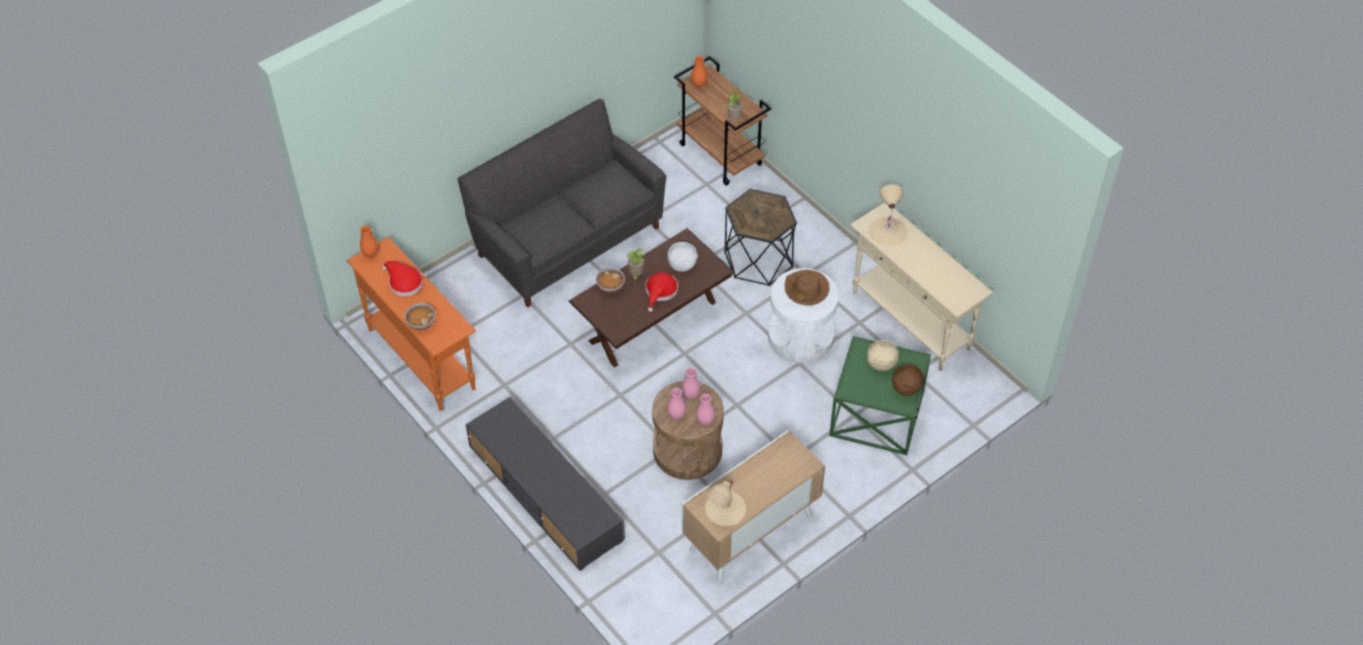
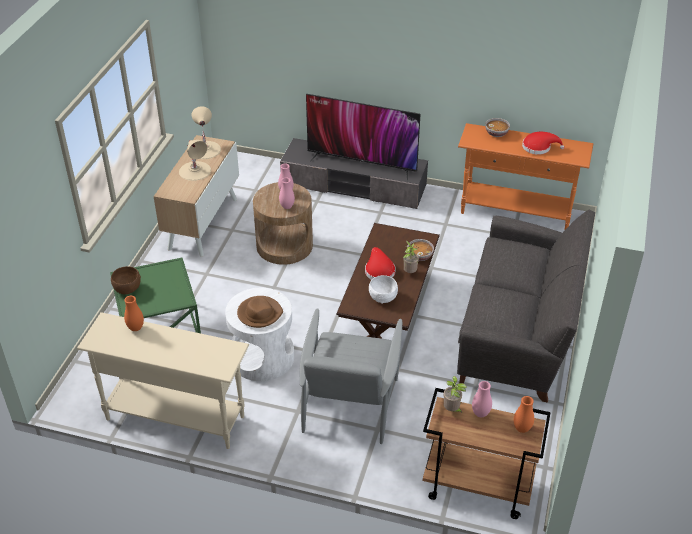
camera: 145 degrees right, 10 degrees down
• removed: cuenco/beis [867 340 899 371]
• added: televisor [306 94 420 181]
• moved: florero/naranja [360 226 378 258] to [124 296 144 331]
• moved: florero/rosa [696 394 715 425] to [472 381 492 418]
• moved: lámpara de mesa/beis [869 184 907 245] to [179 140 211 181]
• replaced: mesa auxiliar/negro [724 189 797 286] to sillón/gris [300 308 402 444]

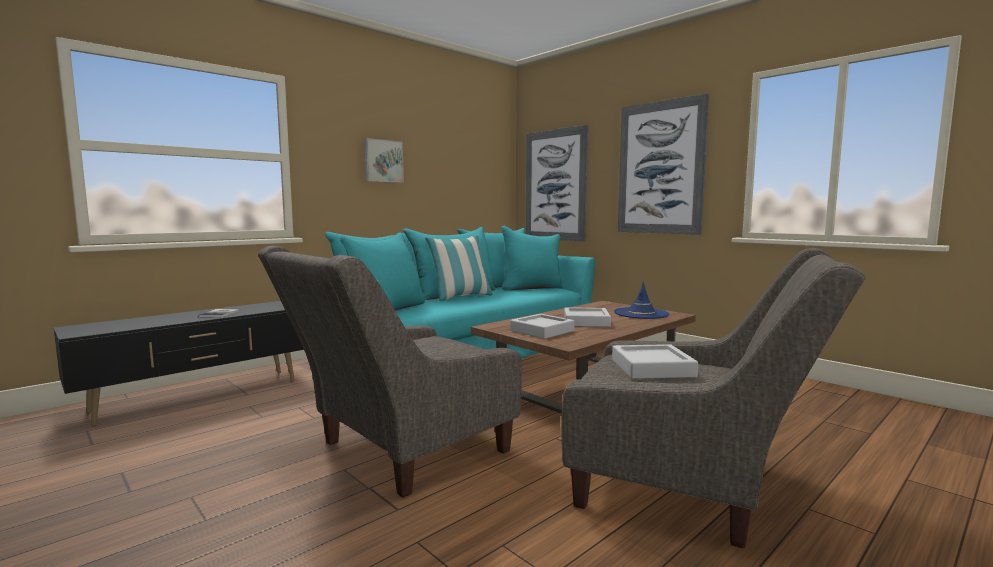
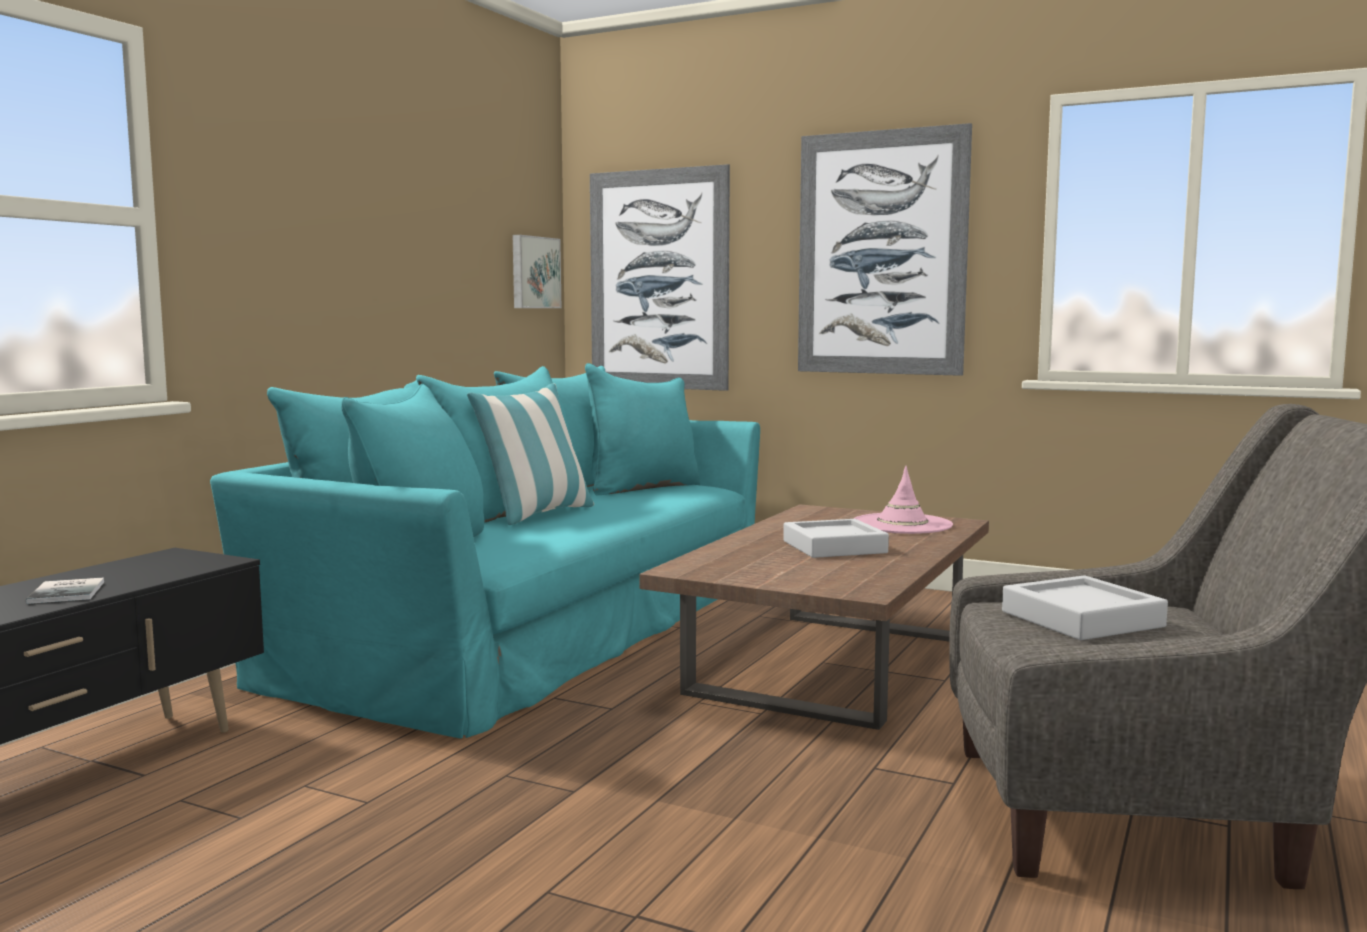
camera: 20 degrees left, 0 degrees up
• removed: sillón/gris [258 246 522 498]
• removed: bandeja/gris [510 314 575 339]
• moved: cuadro [364 138 404 183] to [513 235 561 308]
• recoloured: sombrero/azul [614 282 669 319] to sombrero/rosa [853 466 953 534]

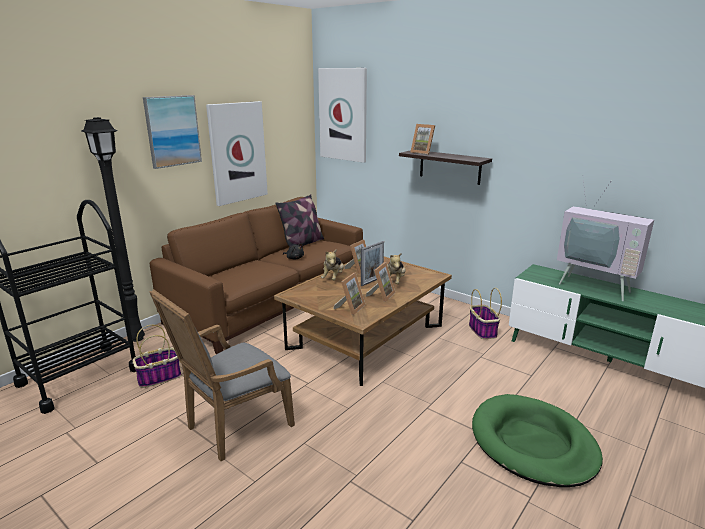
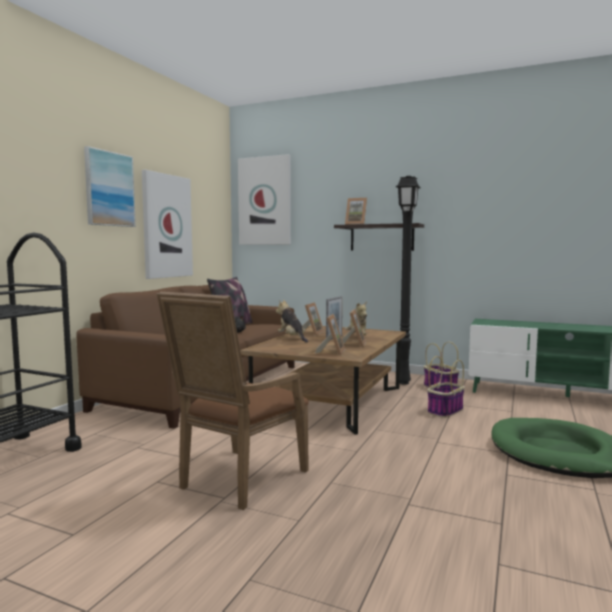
camera: 15 degrees left, 15 degrees down
• removed: televisor [557 180 654 301]
• moved: lámpara de pie/negro [82 117 145 342] to [395 176 421 385]
• moved: cesta [133 325 181 388] to [427 356 465 418]
• recoloured: sillón/gris [149 289 295 461] to sillón/marrón [157 292 309 510]
• turned: peluche [321 249 344 280] = [276 300 308 343] 150 degrees clockwise

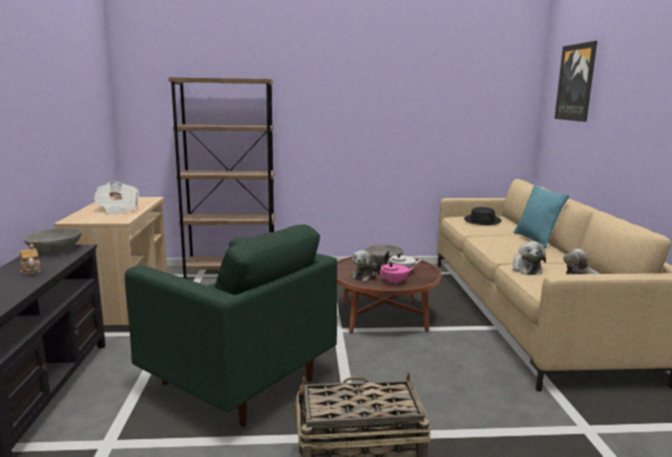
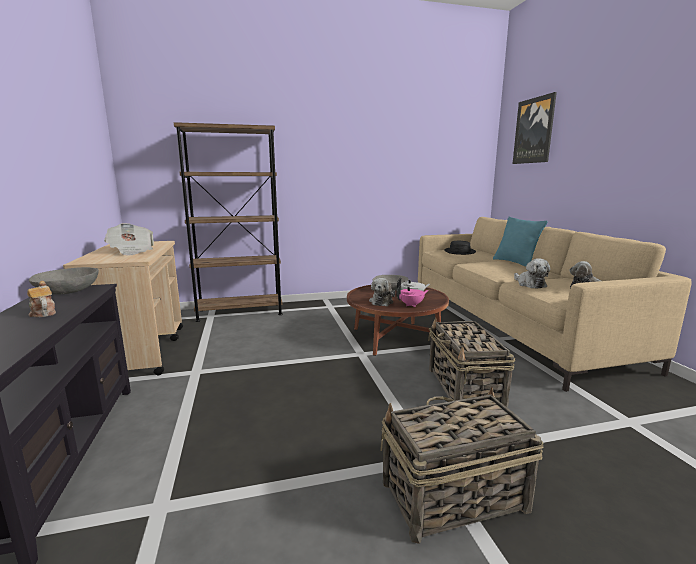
camera: 10 degrees left, 0 degrees up
• removed: sillón/verde [125 224 337 427]
• added: cesta [428 317 515 408]

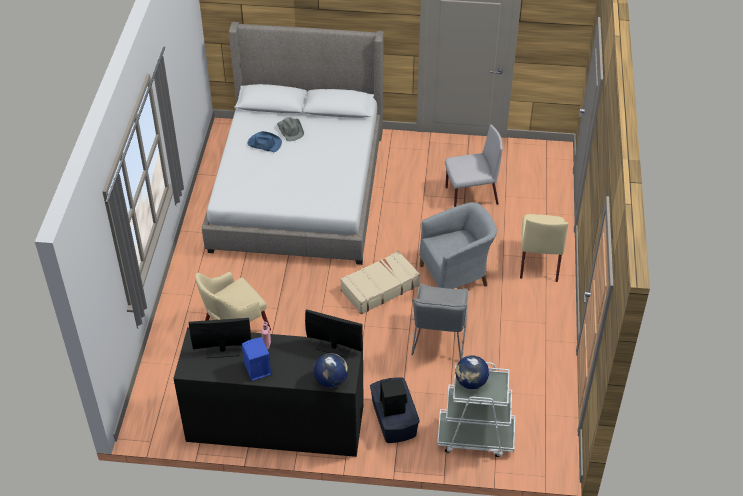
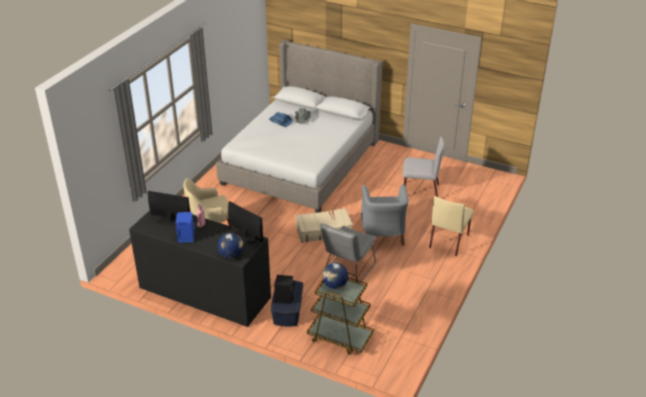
camera: 20 degrees right, 10 degrees down
• recoloured: carrito/blanco [437 362 515 457] to carrito/marrón [307 273 374 355]
• turned: sillón/gris [419 202 497 289] = [361 184 409 246] 90 degrees clockwise

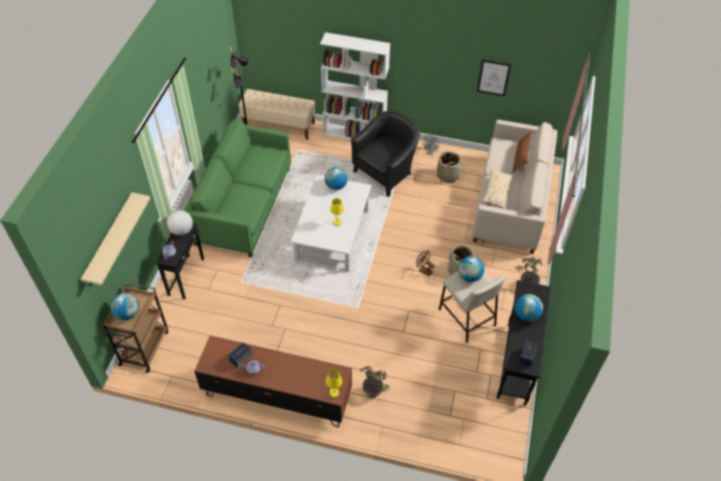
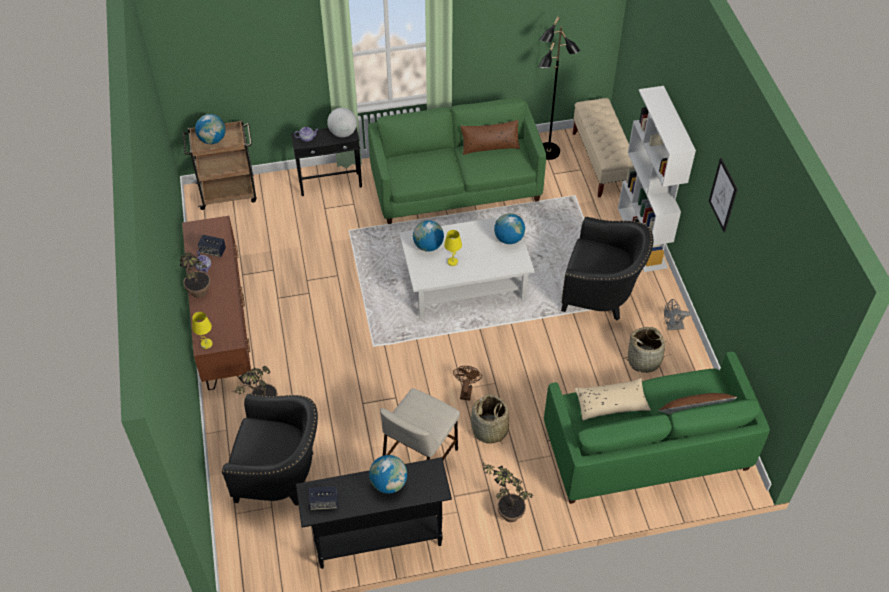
camera: 65 degrees right, 0 degrees up
• removed: estante/beis [81 192 150 286]
• added: planta en maceta [180 253 210 298]
• added: sillón/negro [222 393 318 506]
• added: cojín/marrón [461 120 520 155]
• moved: globo terráqueo [458 256 484 282] to [413 220 444 252]
• moved: cuadro [477 59 511 96] to [709 158 738 232]
• recoloured: sofá/beis [472 120 557 254] to sofá/verde [544 352 770 504]

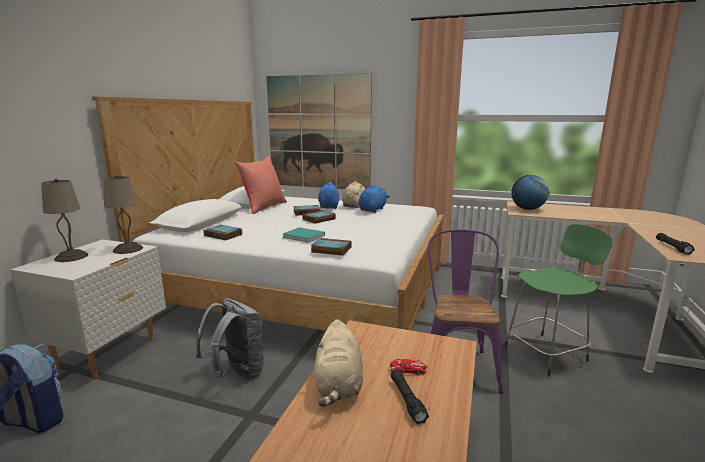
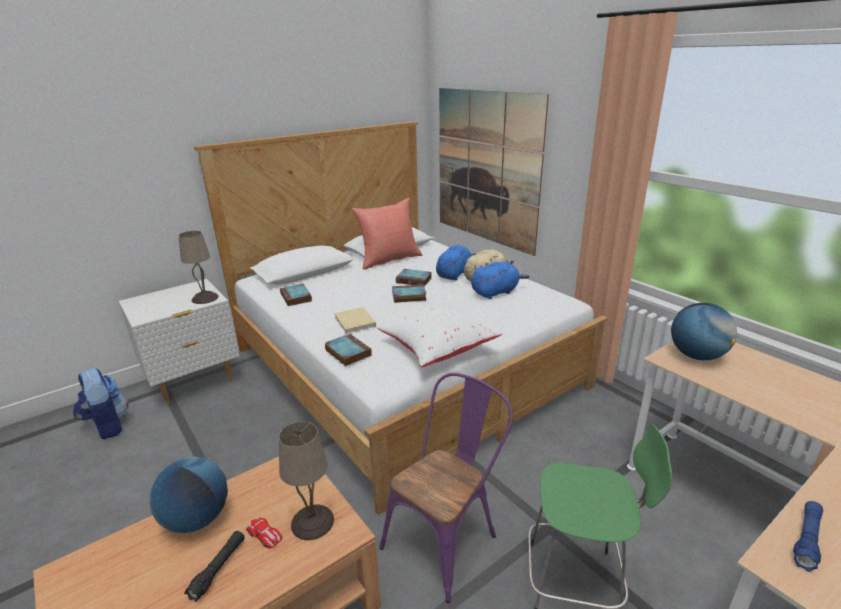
camera: 35 degrees right, 10 degrees up
• removed: mochila/gris [196 298 264 380]
• added: cojín/blanco [377 303 502 367]
• moved: lámpara de mesa/beis [41 179 88 262] to [279 421 334 540]
• replaced: peluche/beis [314 319 363 407] to globo terráqueo [149 457 228 533]
• recoloured: libro/turquesa [283 227 325 243] to libro/beis [334 307 376 334]
• recoloured: linterna/negro [656 233 695 254] to linterna/azul [793 501 823 572]

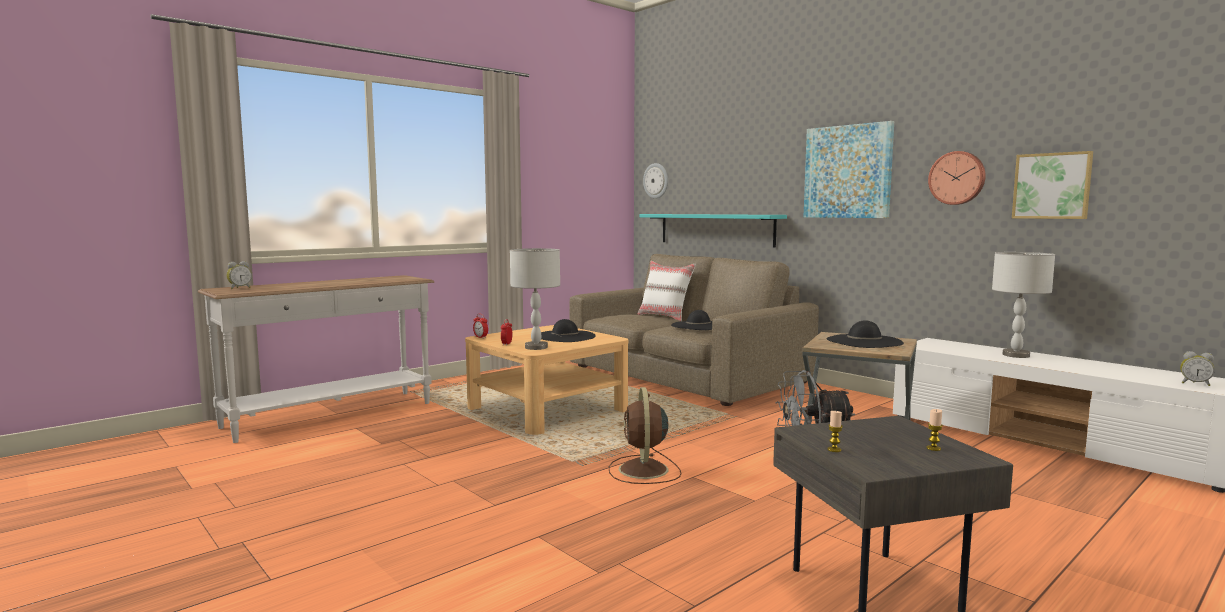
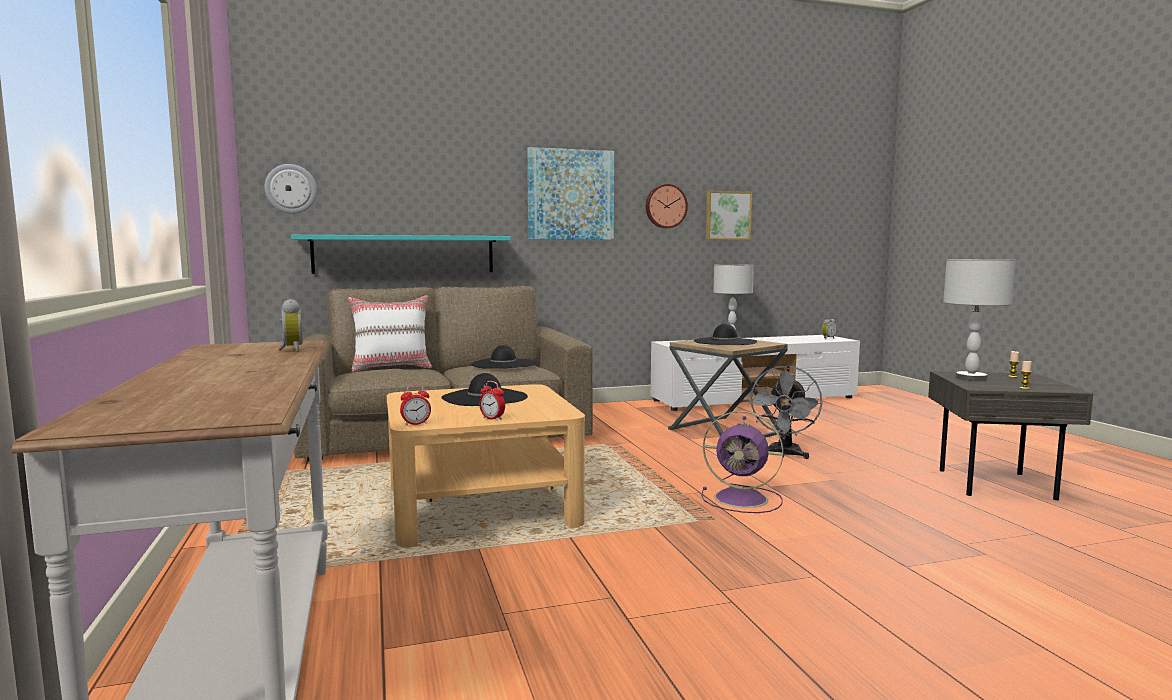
camera: 65 degrees left, 0 degrees up
• moved: despertador [226 261 252 289] to [278 299 303 352]
• moved: lámpara de mesa/gris [510 248 560 350] to [943 259 1016 381]
• recoloured: ventilador/marrón [609 387 682 484] to ventilador/morado [701 411 784 513]

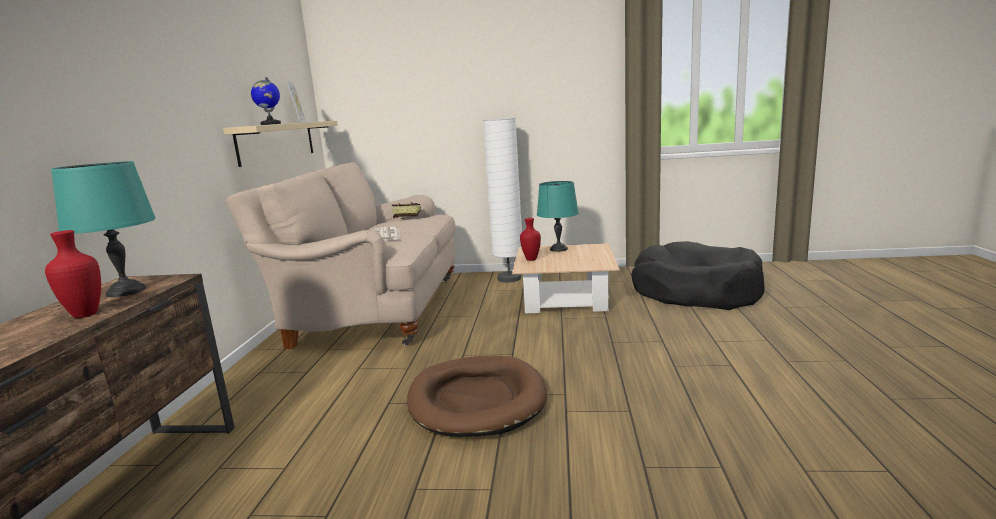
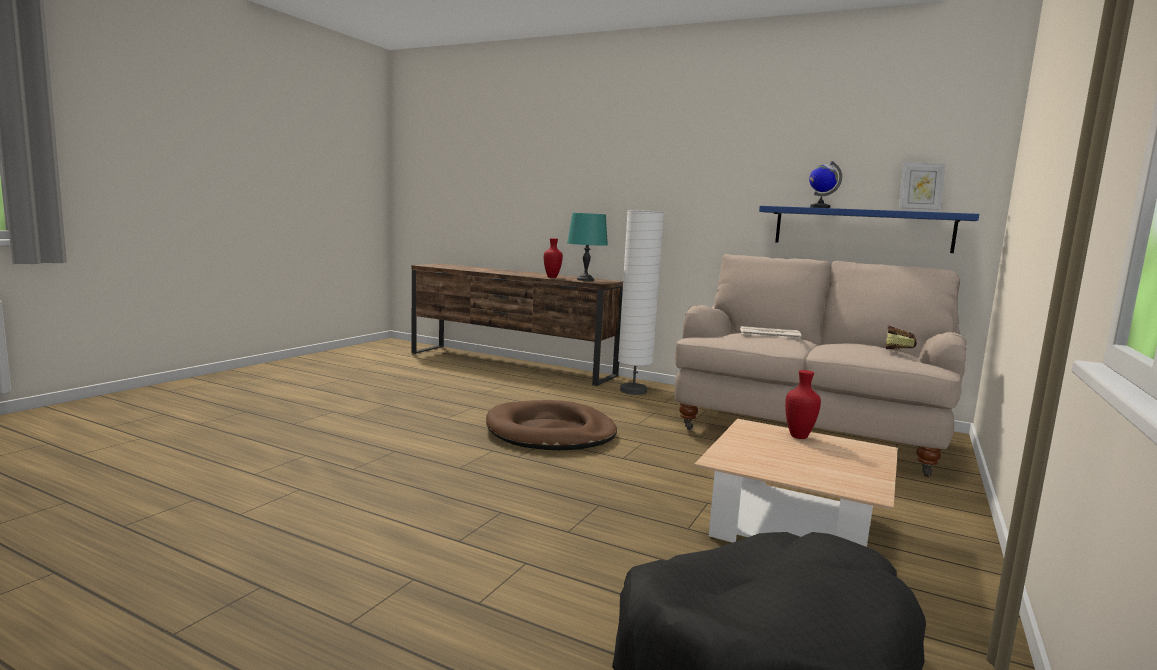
camera: 110 degrees right, 5 degrees down
• removed: lámpara de mesa/turquesa [537 181 579 252]
• moved: lámpara de pie/blanco [483 118 522 282] to [618 210 664 395]
• recoloured: estante/beis [223 121 338 167] to estante/azul [759 206 979 253]

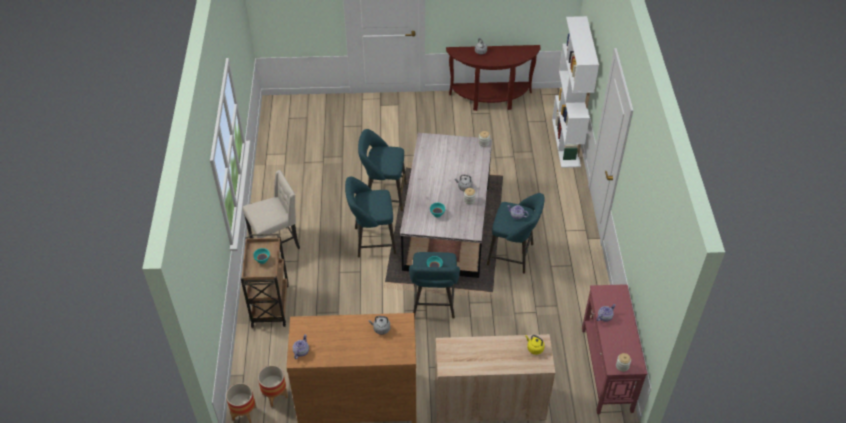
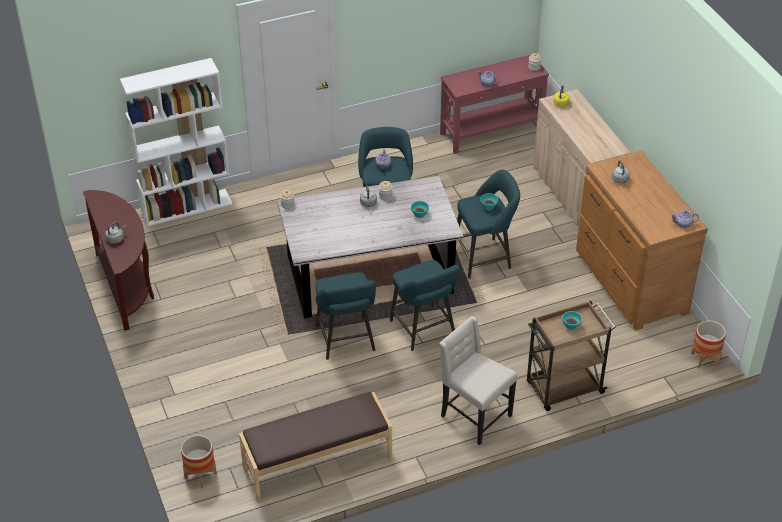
camera: 110 degrees left, 5 degrees down
• added: banco/marrón [239 392 392 502]
• moved: maceta [258 365 288 407] to [181 435 217 488]

